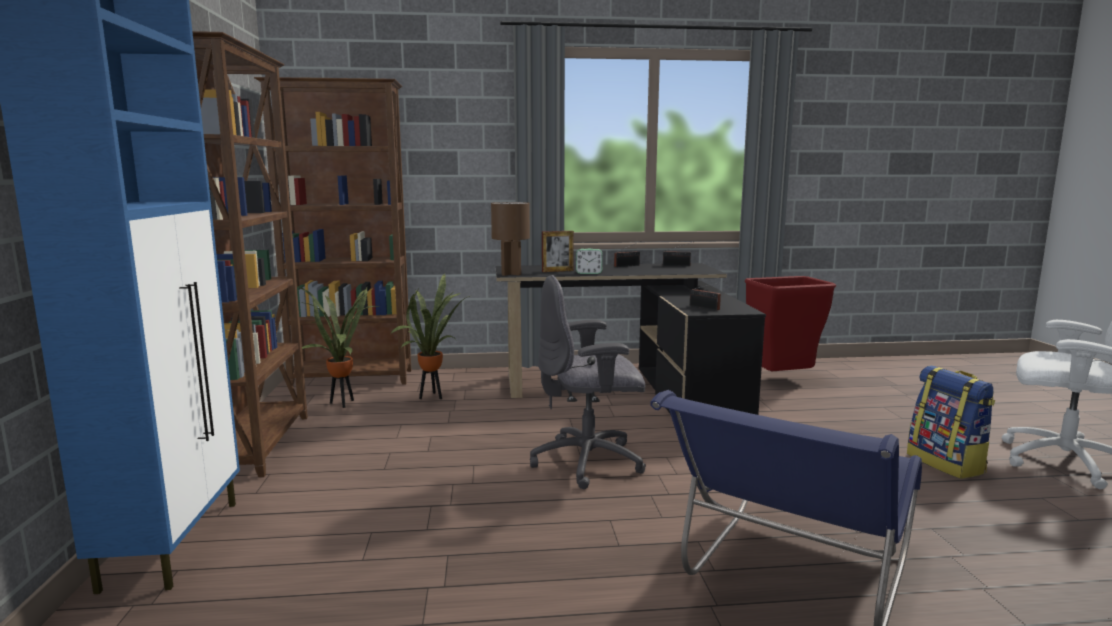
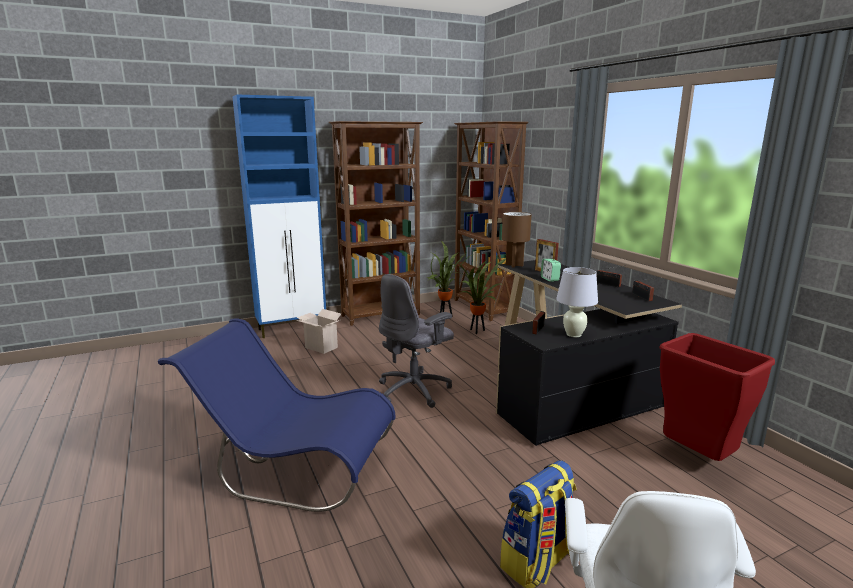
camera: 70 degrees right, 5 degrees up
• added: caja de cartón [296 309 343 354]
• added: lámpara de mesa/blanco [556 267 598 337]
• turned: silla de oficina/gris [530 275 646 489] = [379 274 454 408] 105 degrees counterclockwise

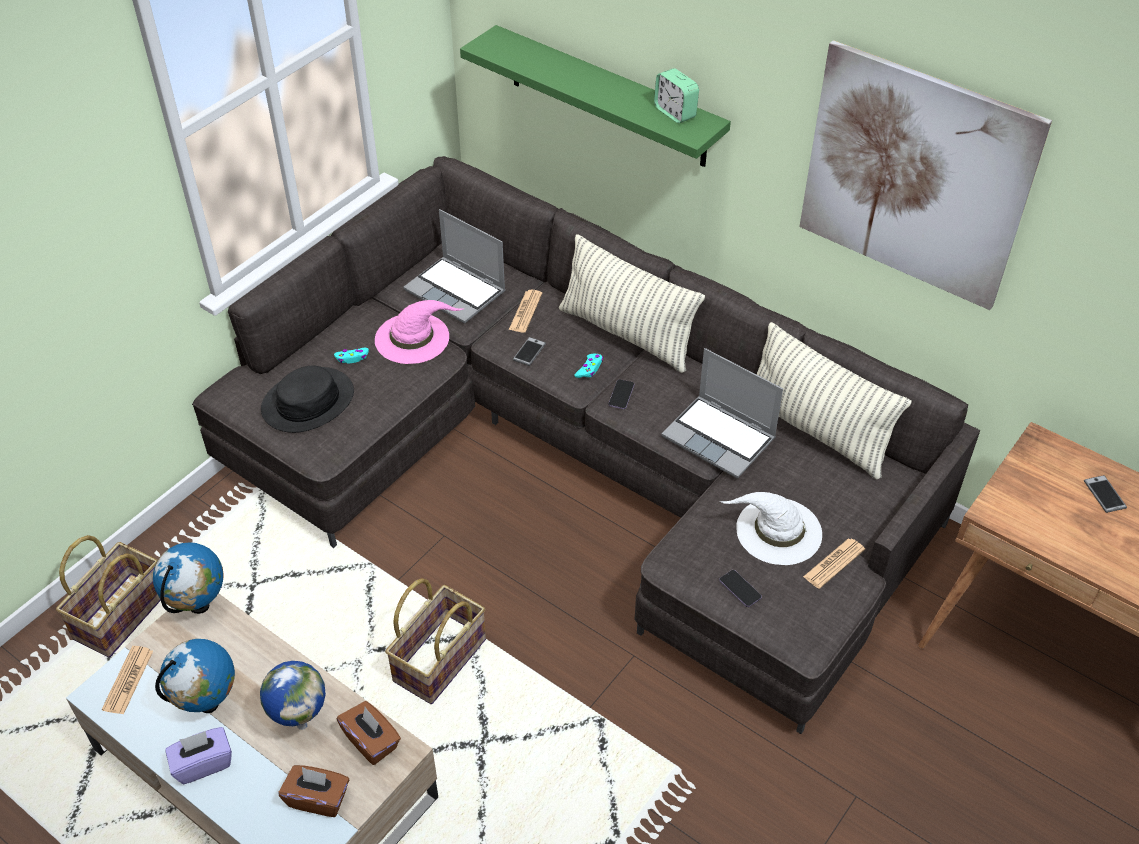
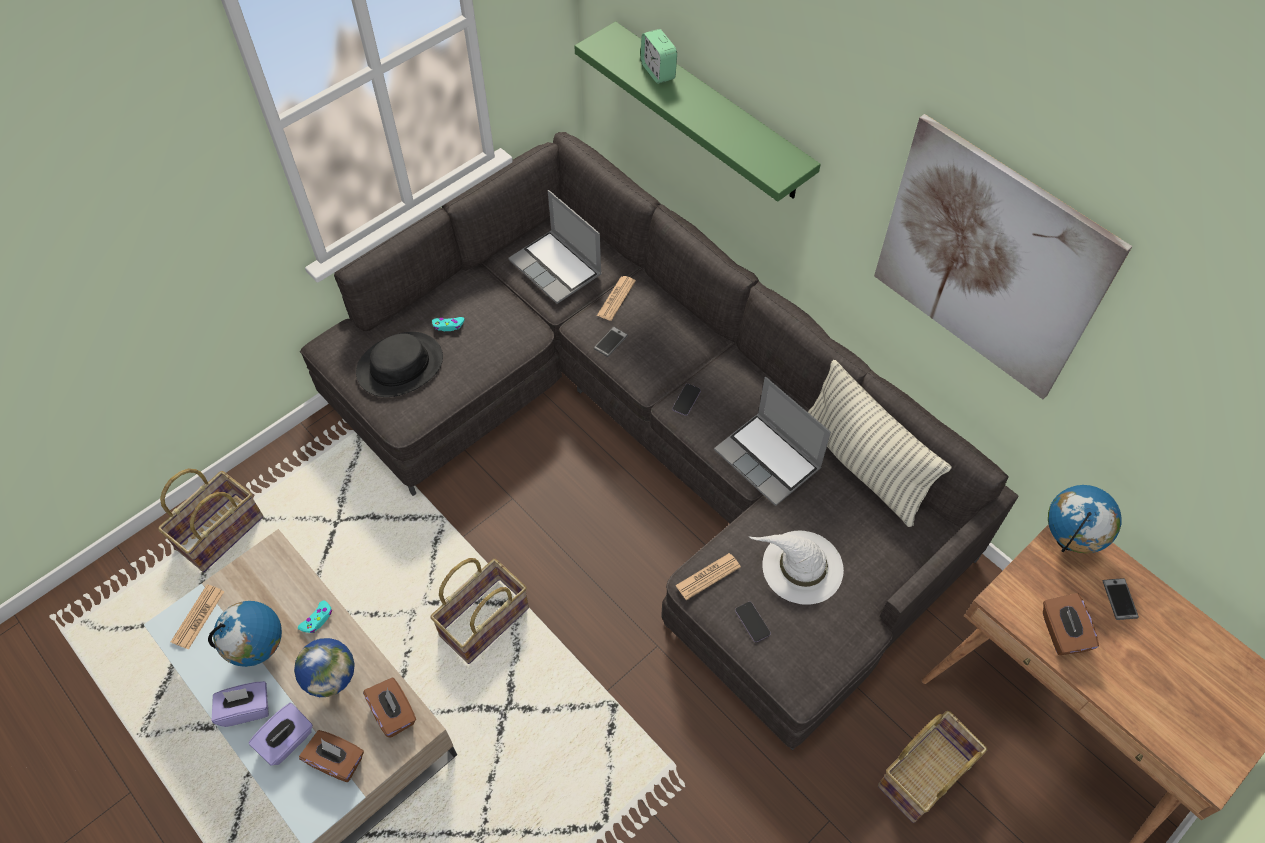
camera: 10 degrees right, 10 degrees up
• removed: sombrero/rosa [375 300 465 364]
• removed: cojín [559 234 705 373]
• added: caja de pañuelos/morado [249 703 313 766]
• added: cesta [878 711 987 823]
• added: caja de pañuelos/marrón [1043 593 1099 655]
• moved: globo terráqueo [153 542 224 614] to [1048 485 1122 553]
• moved: mando de consola/turquesa [575 354 603 378] to [298 601 332 633]
• moved: despertador [654 68 699 123] to [641 29 677 84]
• moved: periódico [803 538 865 589] to [675 553 741 600]

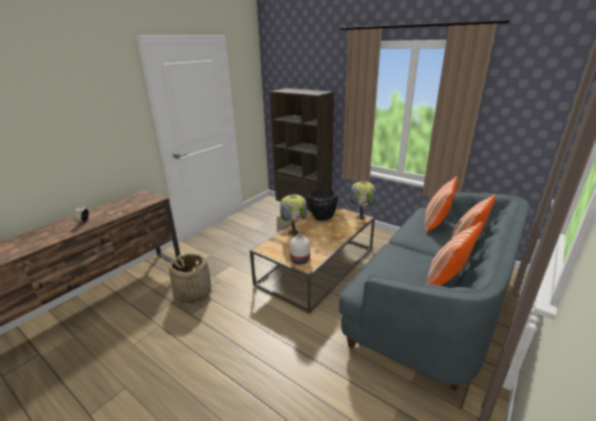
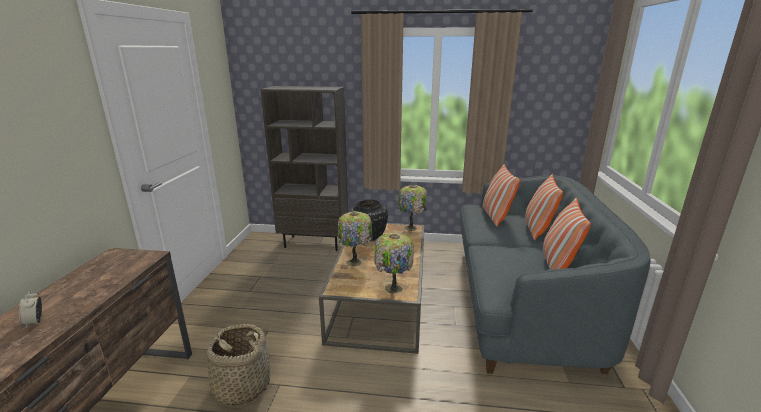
camera: 30 degrees left, 5 degrees down
• replaced: florero/blanco [290 234 310 265] to lámpara de mesa [374 233 414 293]

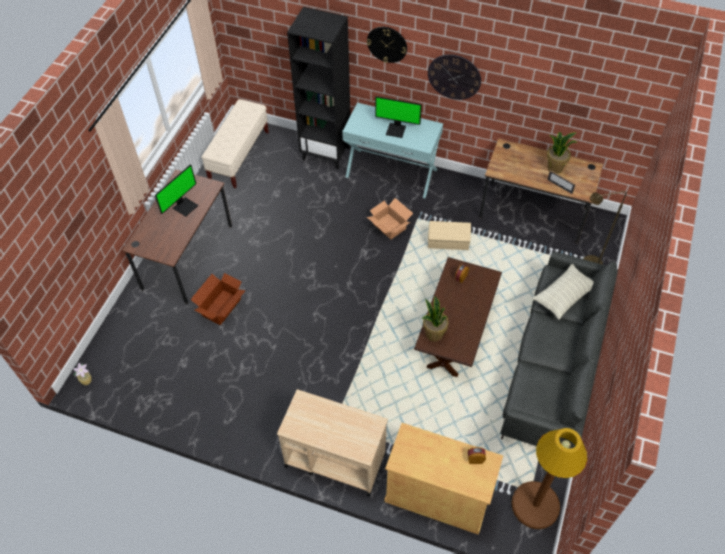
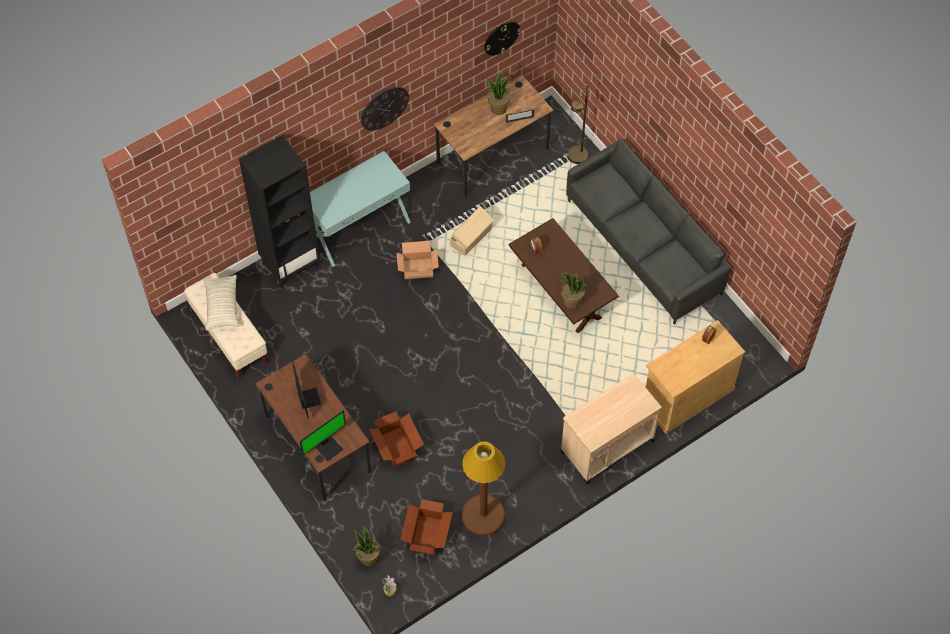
camera: 55 degrees left, 5 degrees up
• added: planta en maceta [352 526 380 566]
• added: caja de cartón [400 499 453 555]
• moved: reloj de pared [367 27 407 63] to [484 21 521 55]
• moved: monitor [375 96 422 138] to [300 411 346 461]
• moved: lámpara de pie/marrón [511 428 587 529] to [462 441 506 536]
• moved: cojín [532 264 594 320] to [203 275 239 331]

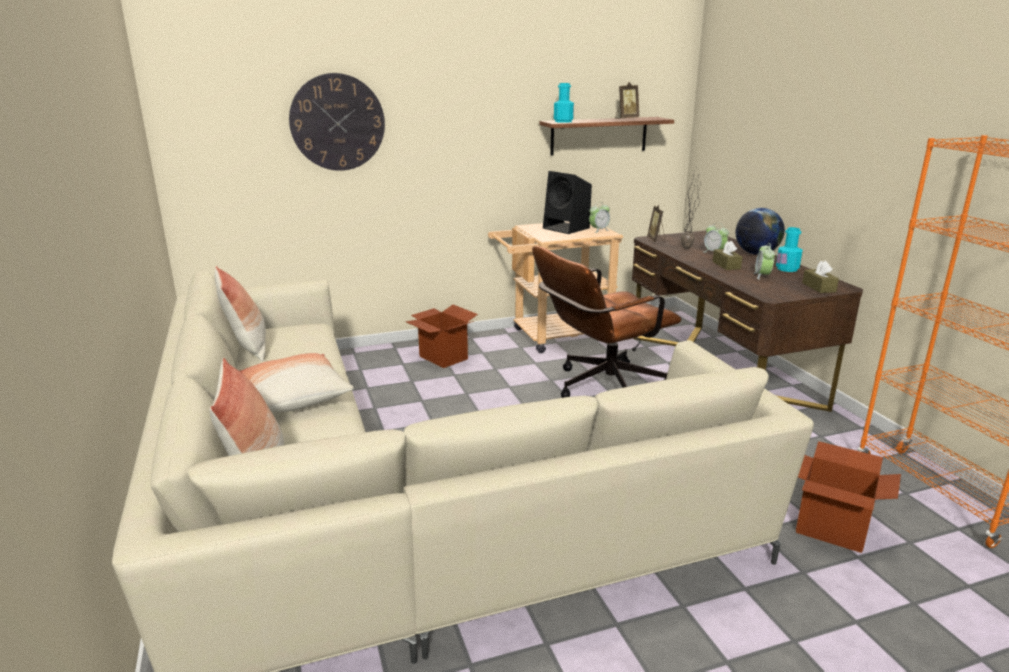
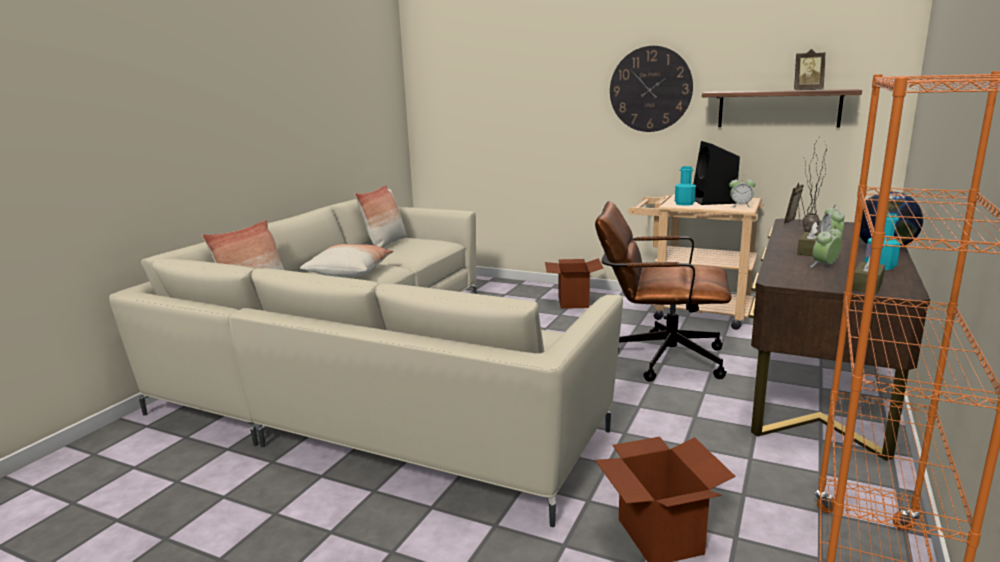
camera: 45 degrees right, 5 degrees down
• moved: reloj de pared [289 73 385 171] to [610 46 693 132]
• moved: botella/turquesa [554 83 574 123] to [675 166 696 206]

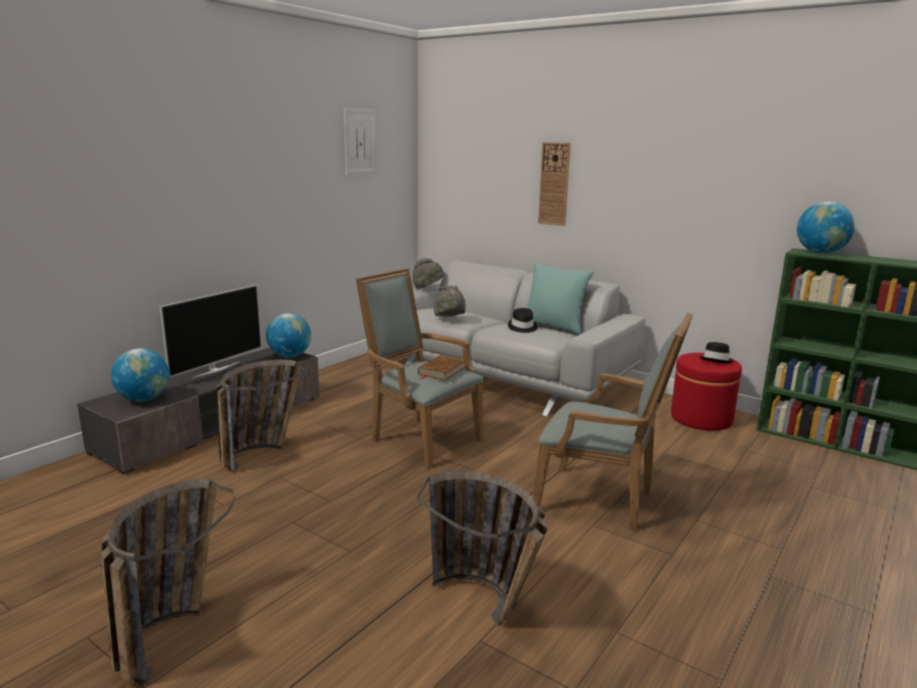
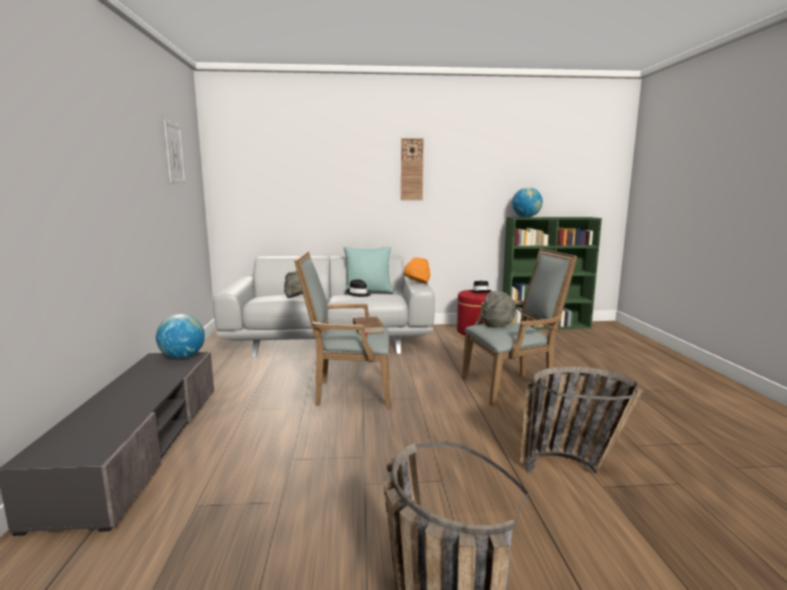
camera: 40 degrees left, 5 degrees down
• removed: globo terráqueo [111 348 170 402]
• removed: televisor [160 285 262 378]
• removed: cesta [217 360 305 473]
• added: sombrero/naranja [403 257 430 283]
• moved: sombrero/gris [412 258 444 289] to [481 291 516 328]
• moved: reloj de pared [538 142 571 226] to [401 138 424 200]

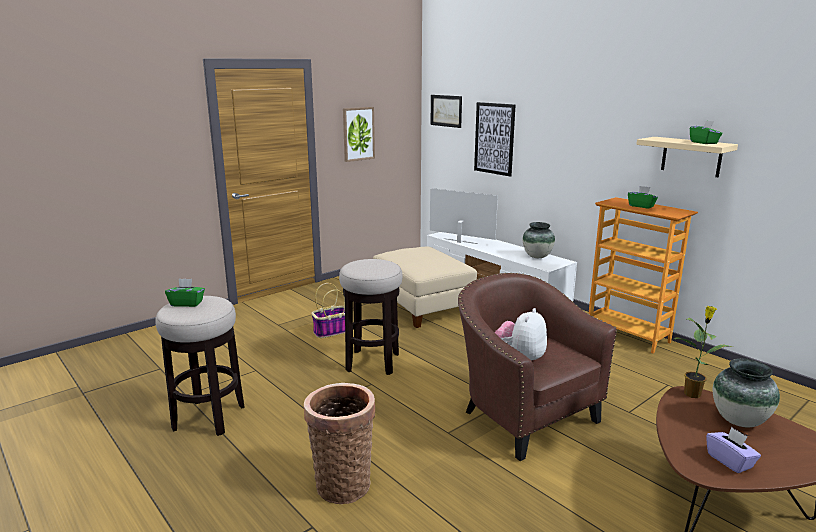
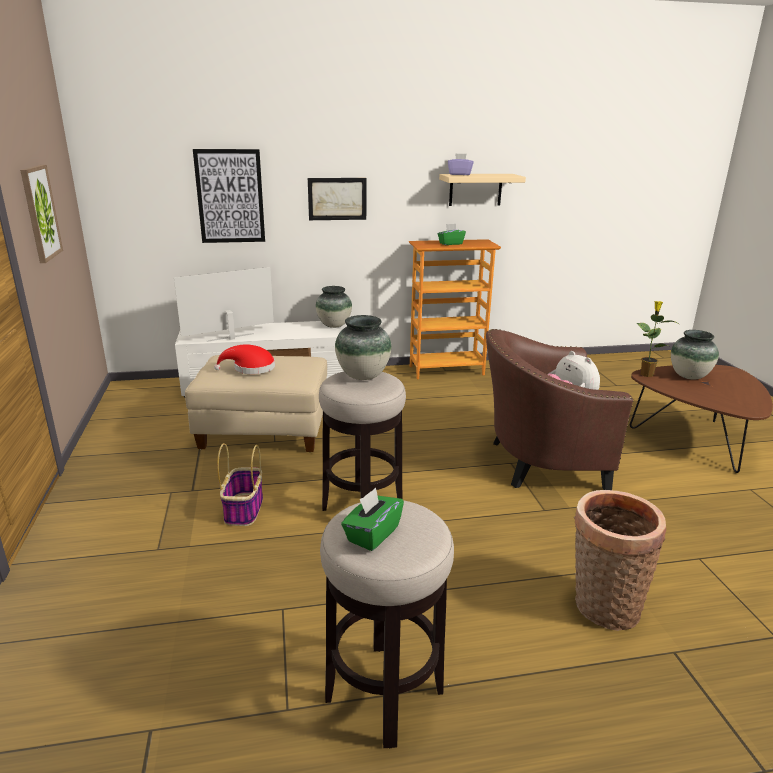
camera: 60 degrees left, 5 degrees up
• removed: caja de pañuelos/verde [690 120 722 144]
• added: sombrero/rojo [214 344 275 374]
• added: florero [335 315 391 380]
• moved: cuadro [430 95 462 128] to [308 178 366 220]
• moved: caja de pañuelos/morado [706 427 761 473] to [448 154 474 175]

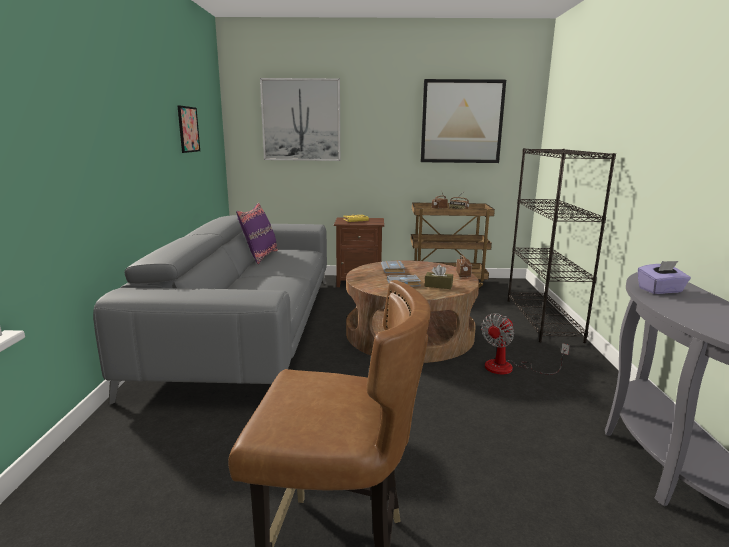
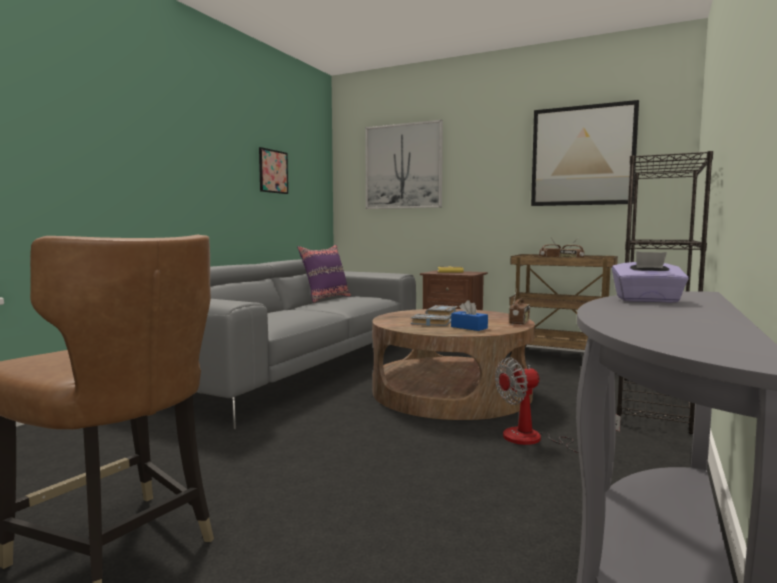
camera: 25 degrees right, 10 degrees down
• recoloured: caja de pañuelos/marrón [425 264 453 289] to caja de pañuelos/azul [451 300 488 331]

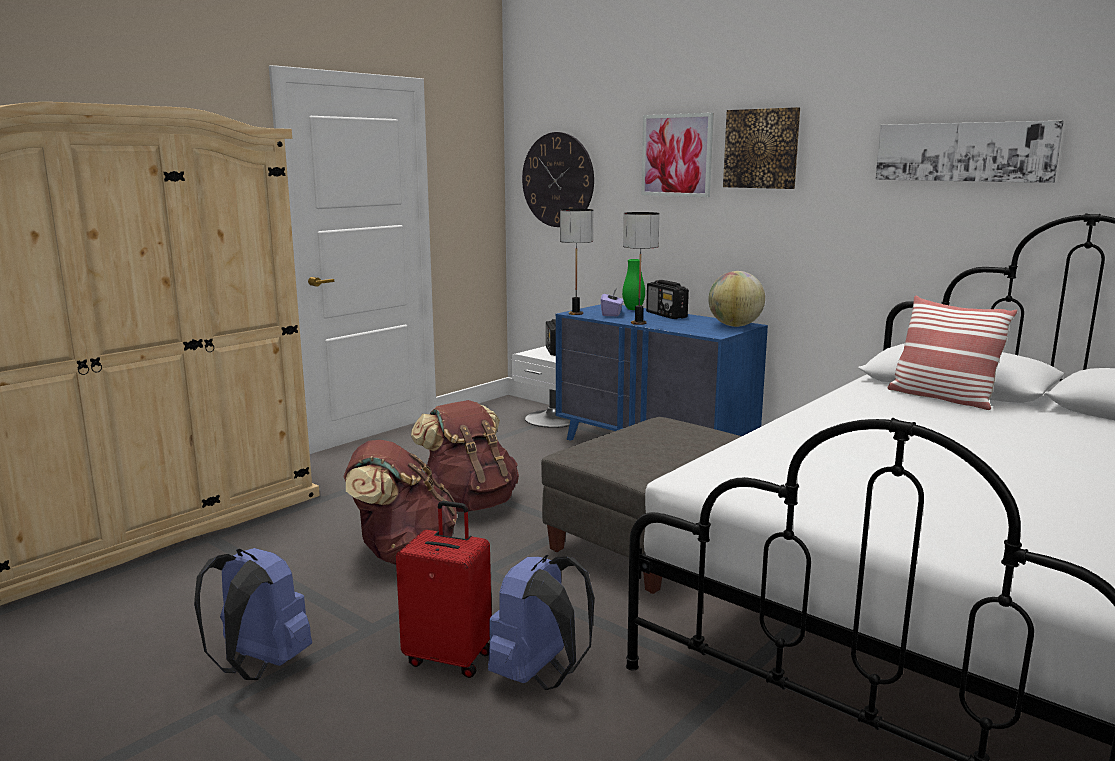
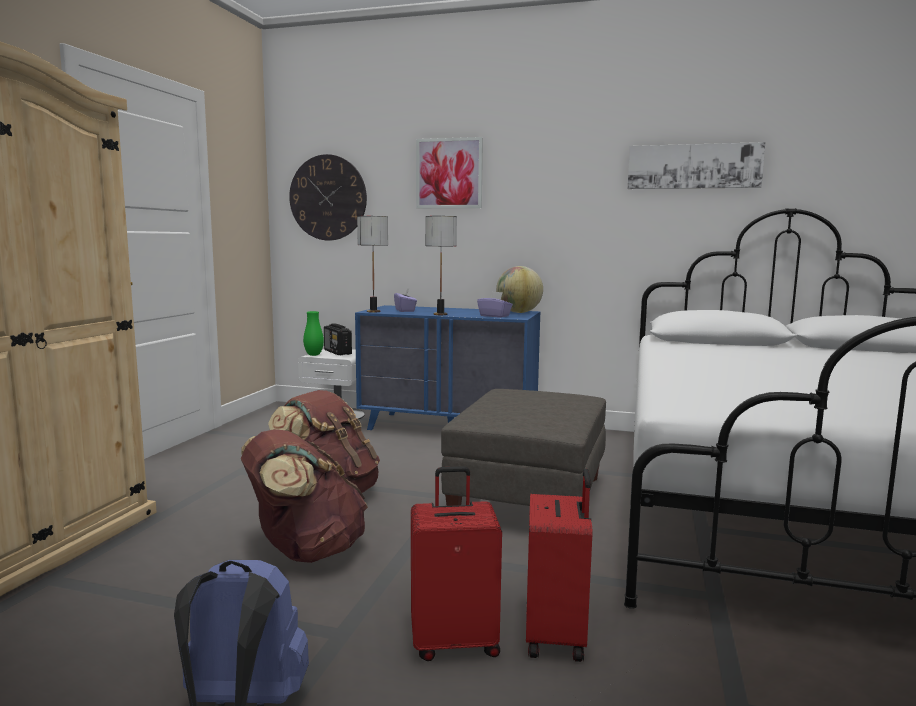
camera: 25 degrees left, 5 degrees down
• removed: radio [646 280 689 319]
• removed: cuadro [723 107 800 189]
• removed: cojín [887 296 1017 410]
• added: caja de pañuelos/morado [477 292 513 318]
• moved: florero/verde [622 259 645 310] to [303 311 324 356]
• replaced: mochila/azul [488 555 595 690] to maleta/rojo [526 469 593 662]

